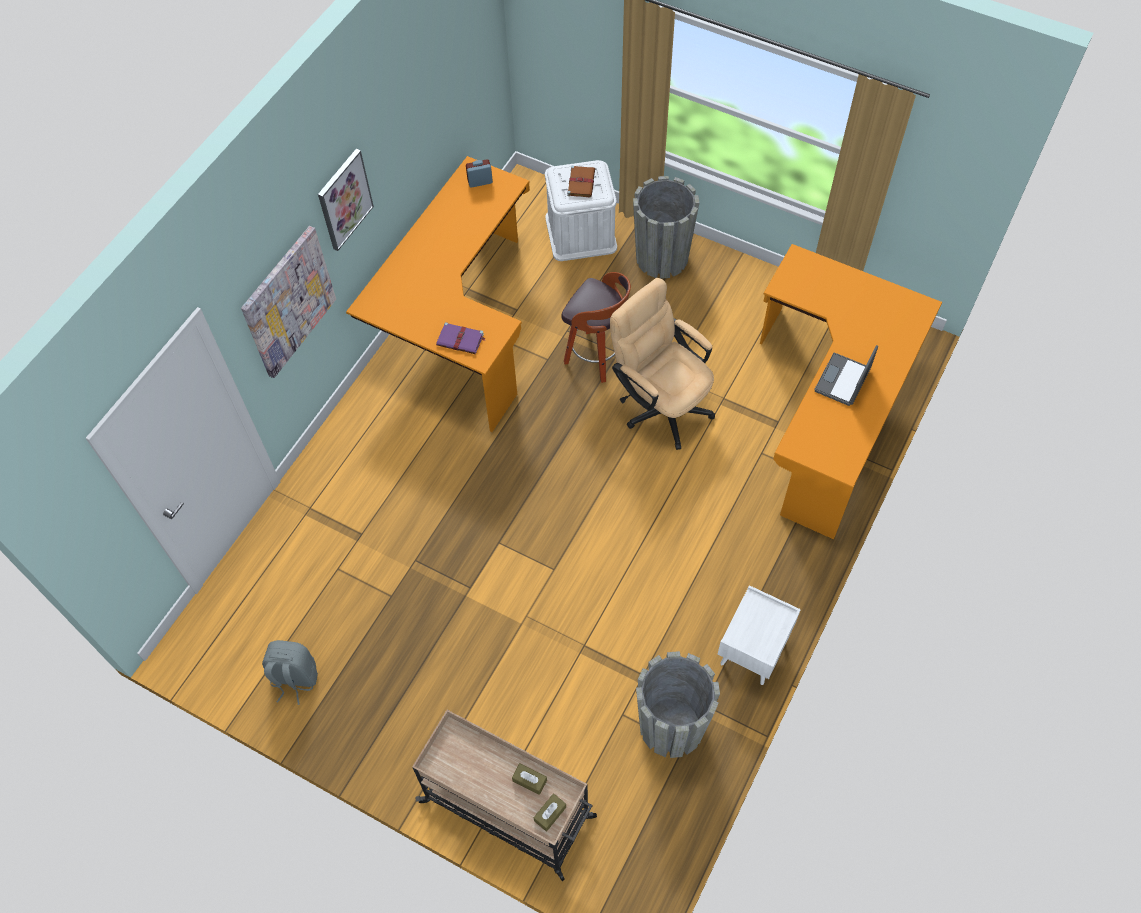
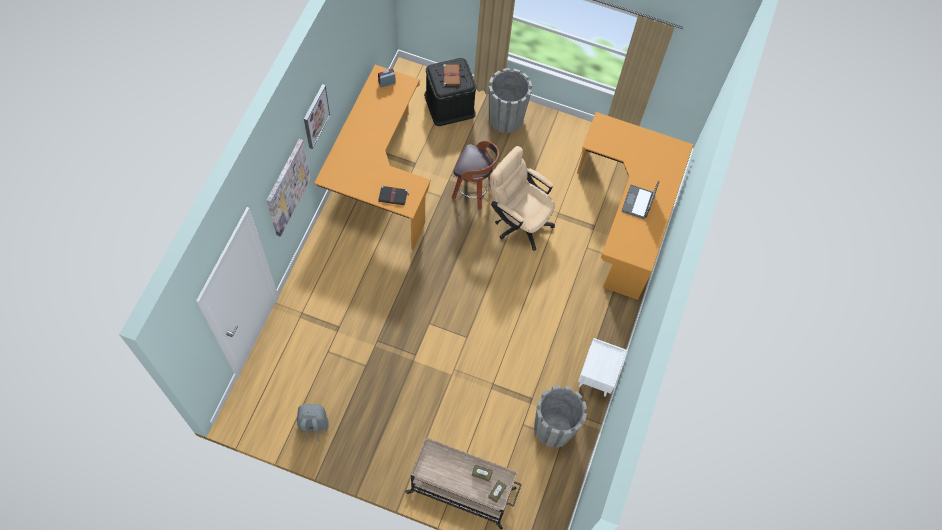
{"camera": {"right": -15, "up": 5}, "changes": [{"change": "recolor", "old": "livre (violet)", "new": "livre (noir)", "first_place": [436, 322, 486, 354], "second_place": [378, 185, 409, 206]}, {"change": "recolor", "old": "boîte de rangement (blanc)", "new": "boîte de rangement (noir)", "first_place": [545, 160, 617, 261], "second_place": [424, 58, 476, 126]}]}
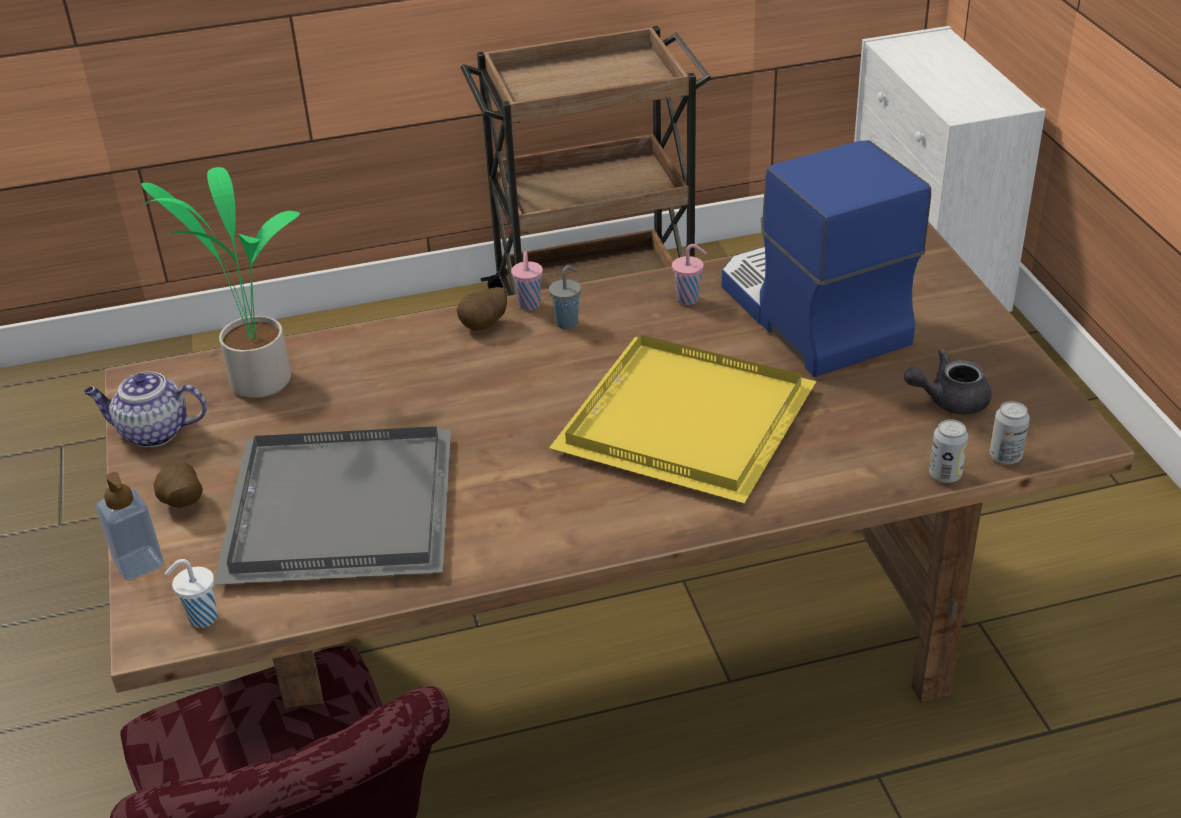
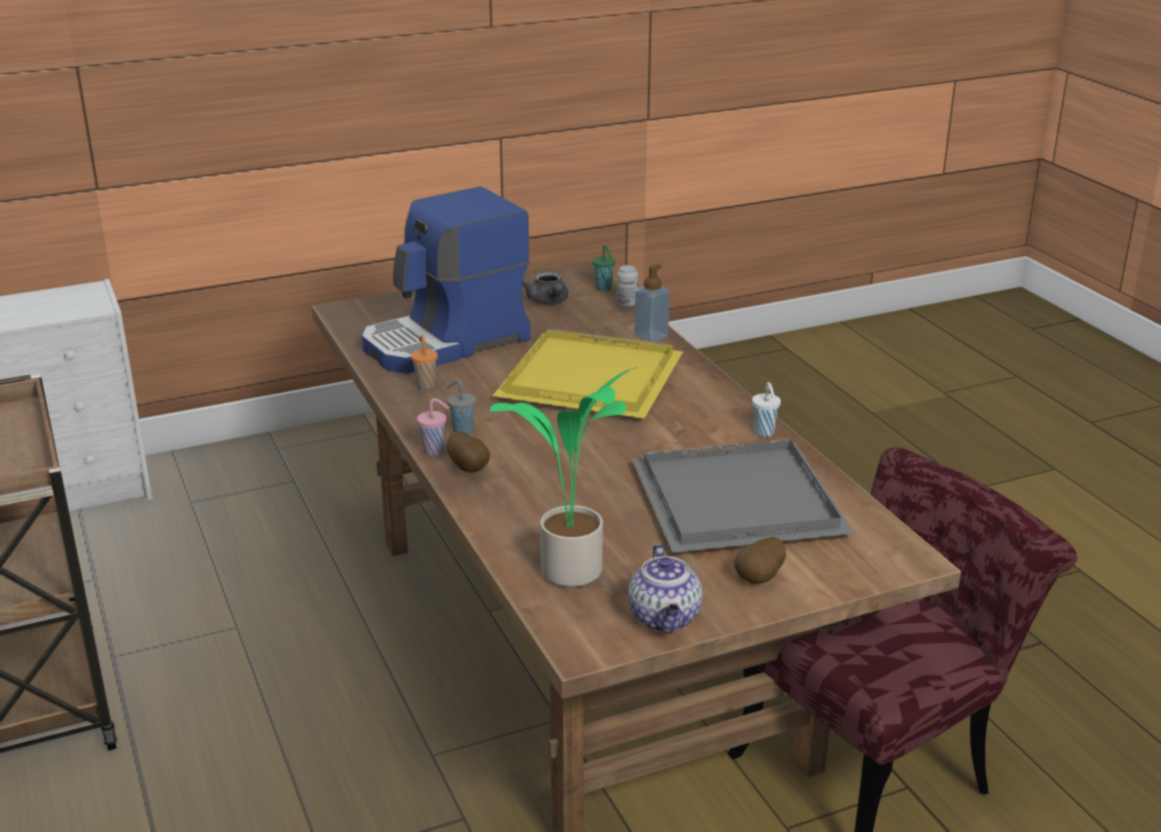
{"camera": {"right": -100, "up": -10}, "changes": [{"change": "recolor", "old": "tasse (rose)", "new": "tasse (orange)", "first_place": [672, 244, 707, 305], "second_place": [411, 335, 438, 390]}, {"change": "replace", "old": "boîte métallique", "new": "tasse (vert)", "first_place": [990, 401, 1030, 464], "second_place": [592, 245, 615, 291]}, {"change": "move", "old": "distributeur de savon", "first_place": [96, 472, 164, 581], "second_place": [634, 264, 670, 342]}, {"change": "move", "old": "tasse (blanc)", "first_place": [165, 559, 217, 628], "second_place": [752, 382, 781, 437]}]}
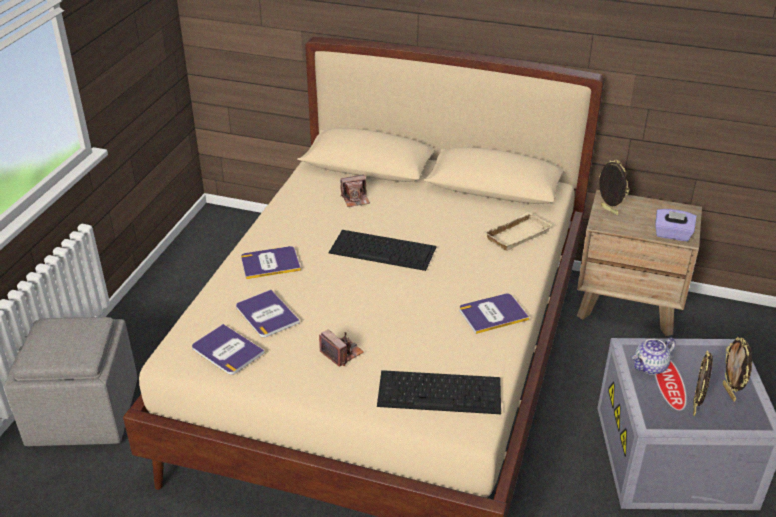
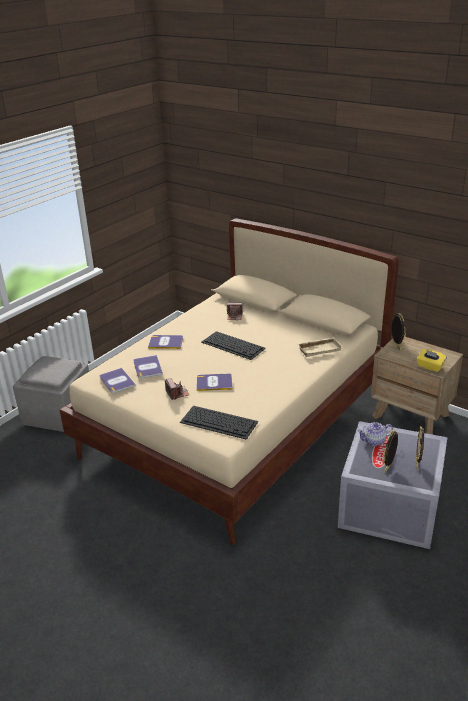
{"camera": {"right": 20, "up": -5}, "changes": [{"change": "move", "old": "livre", "first_place": [459, 294, 529, 334], "second_place": [197, 373, 233, 391]}, {"change": "recolor", "old": "boîte à mouchoirs (violet)", "new": "boîte à mouchoirs (jaune)", "first_place": [655, 209, 696, 241], "second_place": [417, 349, 447, 372]}]}
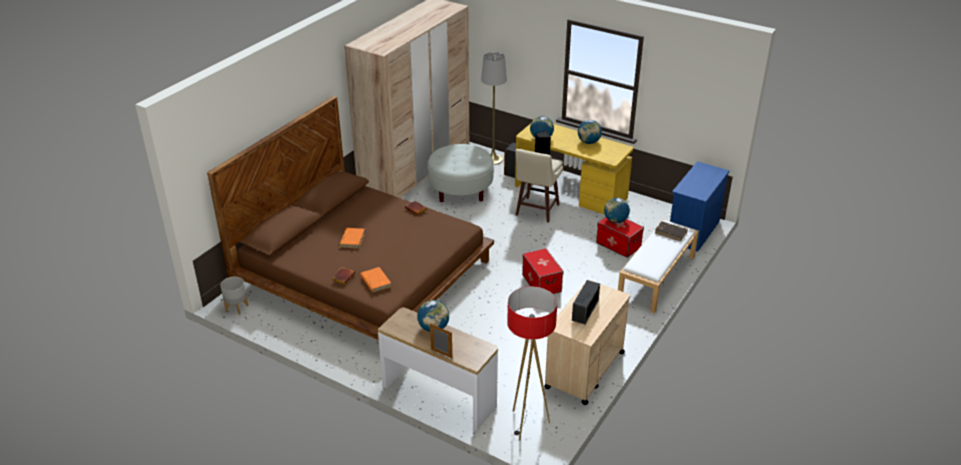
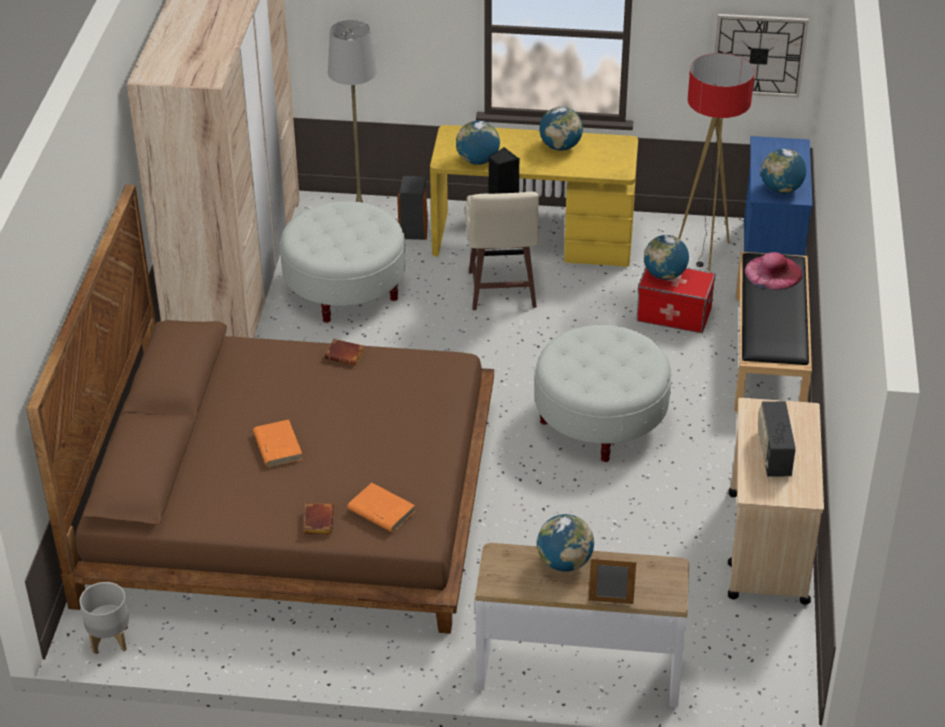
{"camera": {"right": -25, "up": 5}, "changes": [{"change": "replace", "old": "boîte de rangement", "new": "pouf (blanc)", "first_place": [522, 248, 563, 294], "second_place": [535, 325, 672, 462]}, {"change": "move", "old": "lampadaire", "first_place": [507, 286, 557, 441], "second_place": [679, 53, 755, 271]}, {"change": "insert", "new": "horloge murale", "second_place": [712, 14, 809, 98]}, {"change": "recolor", "old": "banc (blanc)", "new": "banc (noir)", "first_place": [618, 219, 699, 313], "second_place": [734, 252, 812, 411]}, {"change": "replace", "old": "livre (marron)", "new": "chapeau (rose)", "first_place": [655, 221, 688, 241], "second_place": [745, 252, 803, 290]}, {"change": "insert", "new": "globe", "second_place": [761, 149, 806, 194]}]}
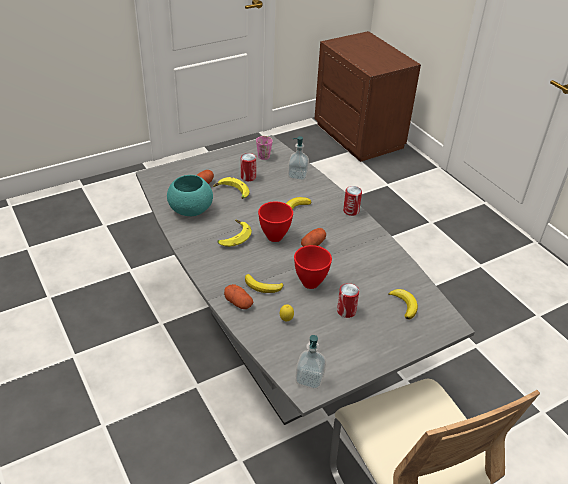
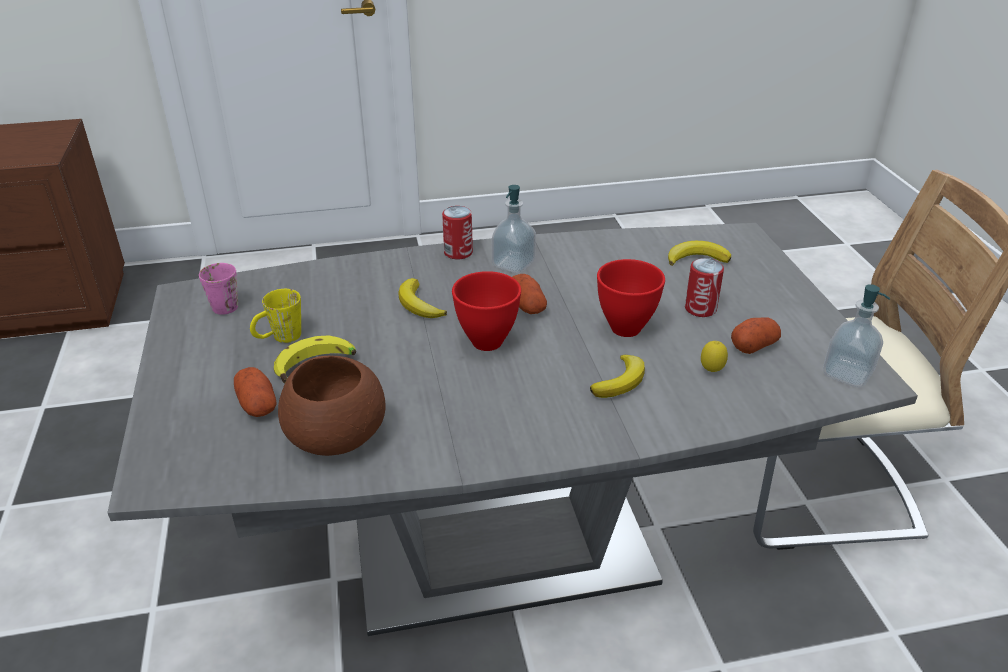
{"camera": {"right": -70, "up": -5}, "changes": [{"change": "replace", "old": "boîte métallique", "new": "mug (jaune)", "first_place": [241, 153, 256, 181], "second_place": [250, 289, 301, 343]}, {"change": "recolor", "old": "bol (turquoise)", "new": "bol (marron)", "first_place": [167, 175, 213, 216], "second_place": [278, 356, 385, 456]}, {"change": "move", "old": "distributeur de savon", "first_place": [288, 136, 309, 180], "second_place": [492, 185, 536, 273]}, {"change": "move", "old": "pomme de terre", "first_place": [224, 284, 253, 309], "second_place": [731, 317, 781, 354]}, {"change": "delete", "old": "banane", "first_place": [217, 220, 252, 247]}]}
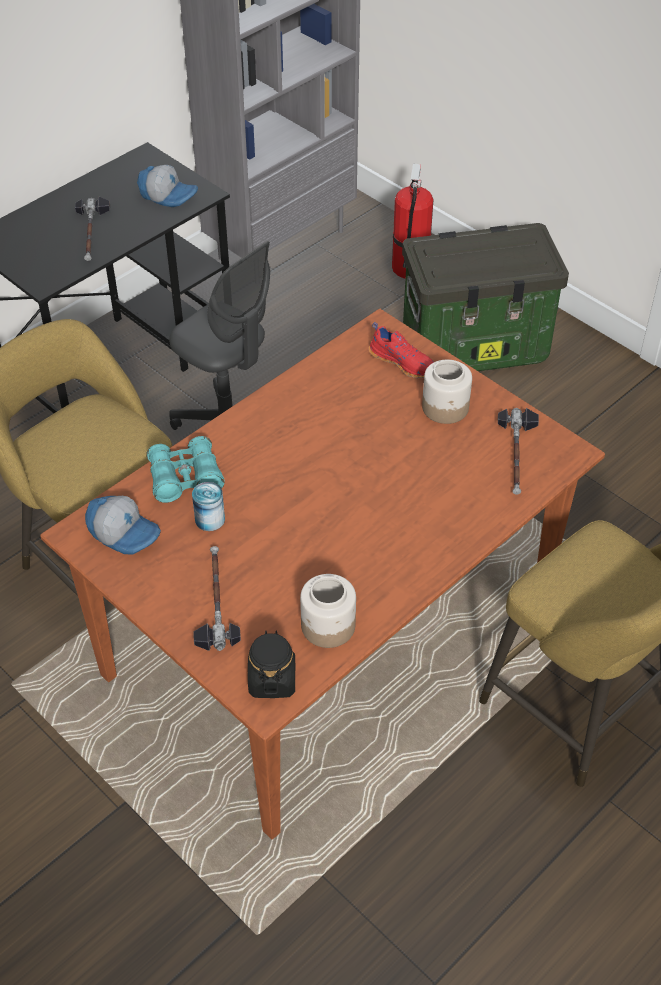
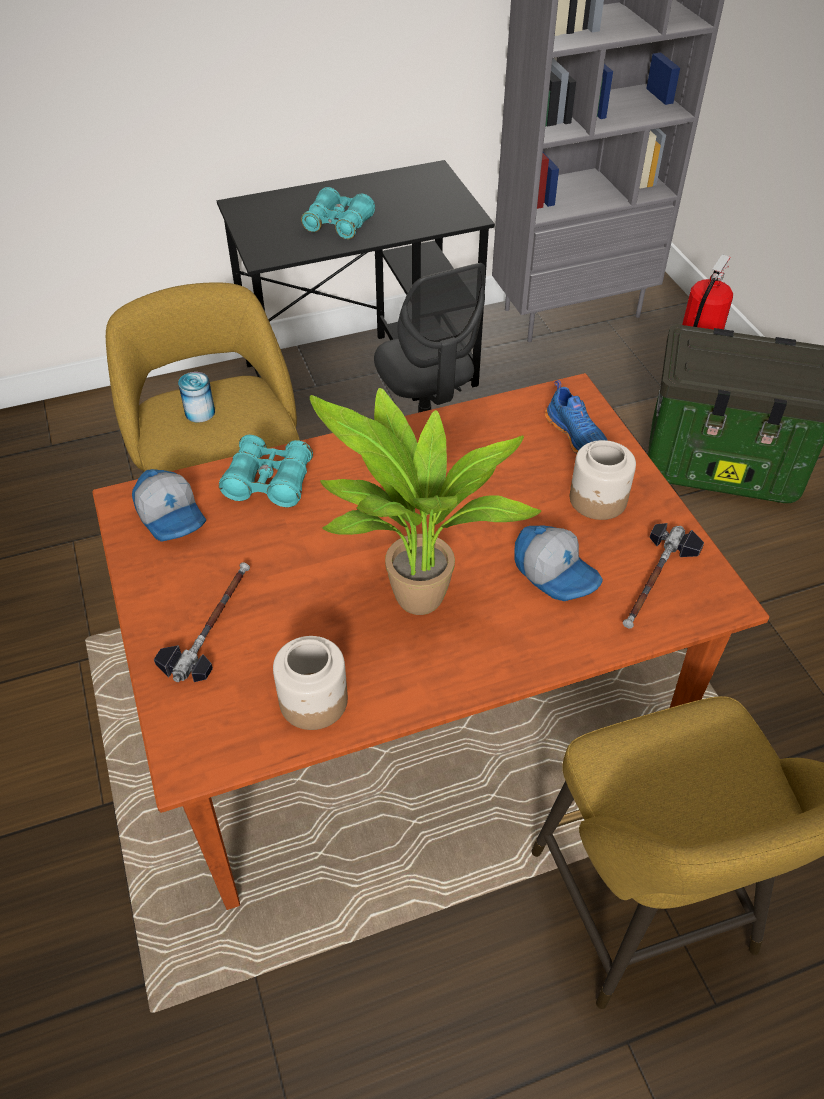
{"camera": {"right": 25, "up": 0}, "changes": [{"change": "move", "old": "boîte métallique", "first_place": [192, 482, 225, 531], "second_place": [178, 372, 215, 423]}, {"change": "replace", "old": "marteau", "new": "jumelles (turquoise)", "first_place": [75, 196, 110, 261], "second_place": [301, 187, 375, 239]}, {"change": "insert", "new": "plante en pot", "second_place": [310, 388, 541, 615]}, {"change": "move", "old": "casquette", "first_place": [137, 165, 198, 207], "second_place": [514, 526, 603, 601]}, {"change": "recolor", "old": "chaussure (rouge)", "new": "chaussure (bleu)", "first_place": [369, 322, 434, 378], "second_place": [545, 380, 608, 453]}, {"change": "delete", "old": "bocal (noir)", "first_place": [248, 631, 295, 698]}]}
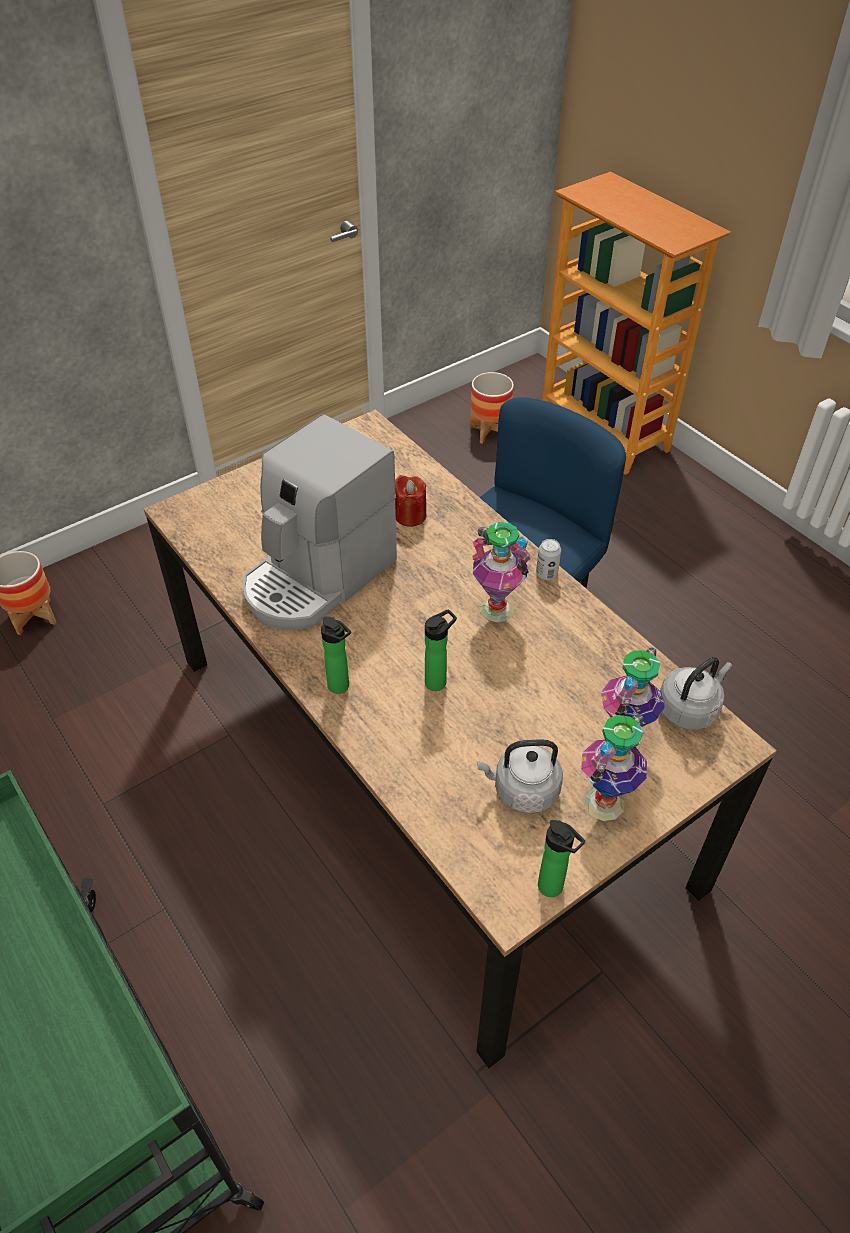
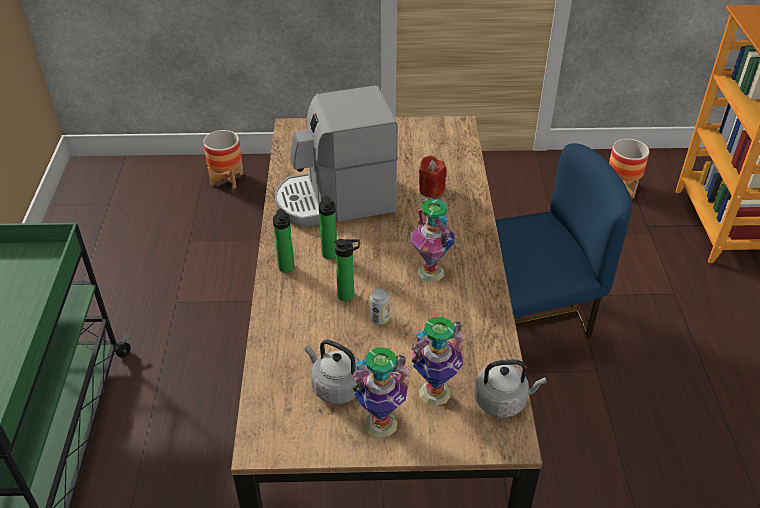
{"camera": {"right": 35, "up": -5}, "changes": [{"change": "move", "old": "bouteille", "first_place": [538, 820, 585, 897], "second_place": [319, 195, 337, 259]}, {"change": "move", "old": "boîte métallique", "first_place": [536, 539, 561, 580], "second_place": [370, 288, 390, 325]}]}
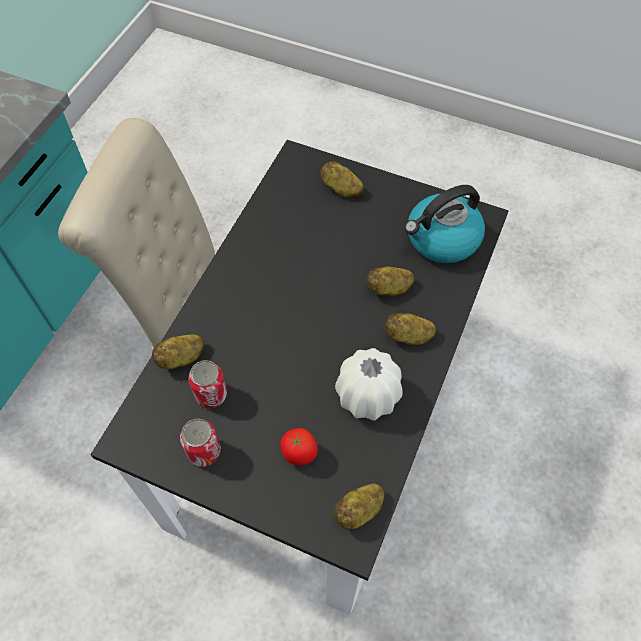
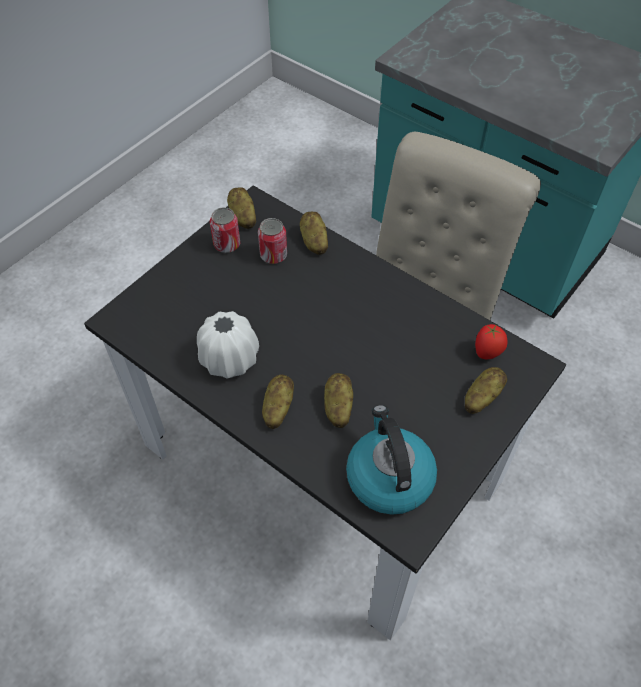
{"camera": {"right": 105, "up": -5}, "changes": [{"change": "move", "old": "pomme de terre", "first_place": [334, 483, 385, 529], "second_place": [227, 187, 256, 229]}, {"change": "move", "old": "tomate", "first_place": [281, 428, 318, 466], "second_place": [475, 324, 508, 359]}]}
